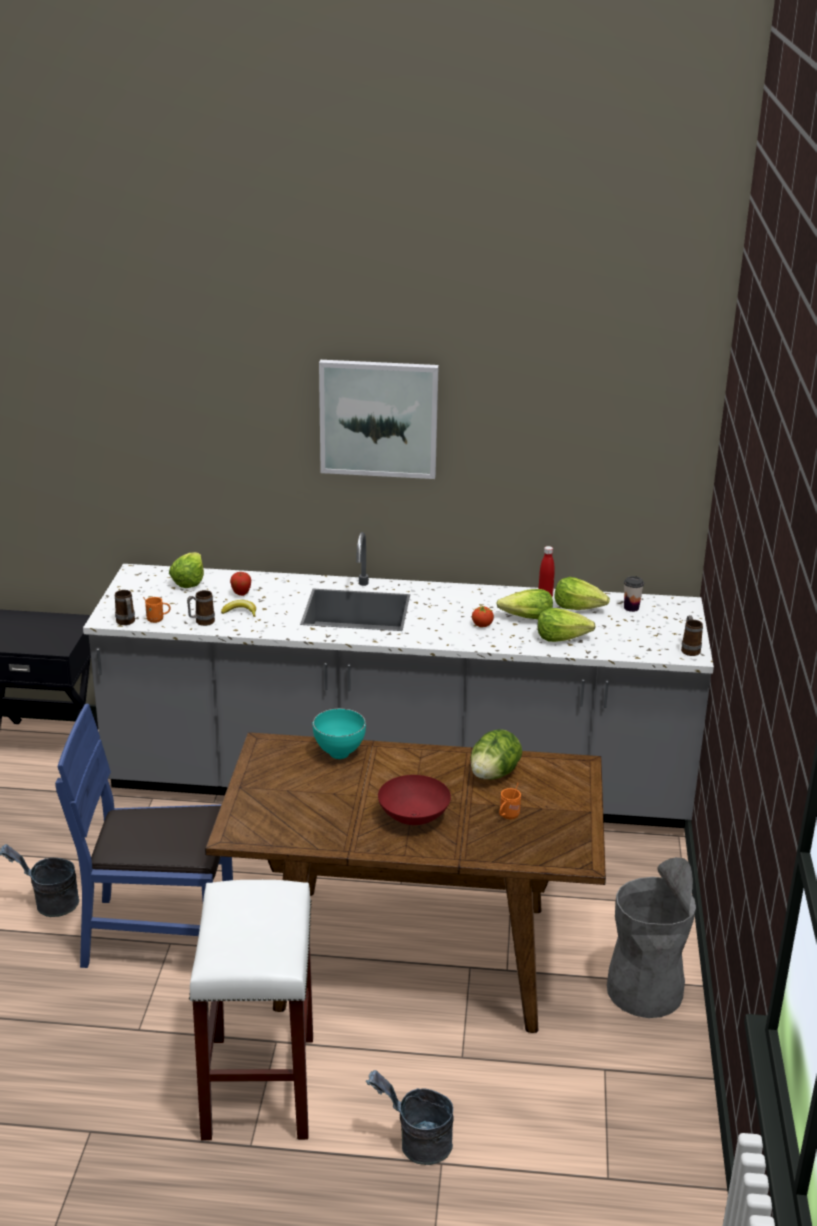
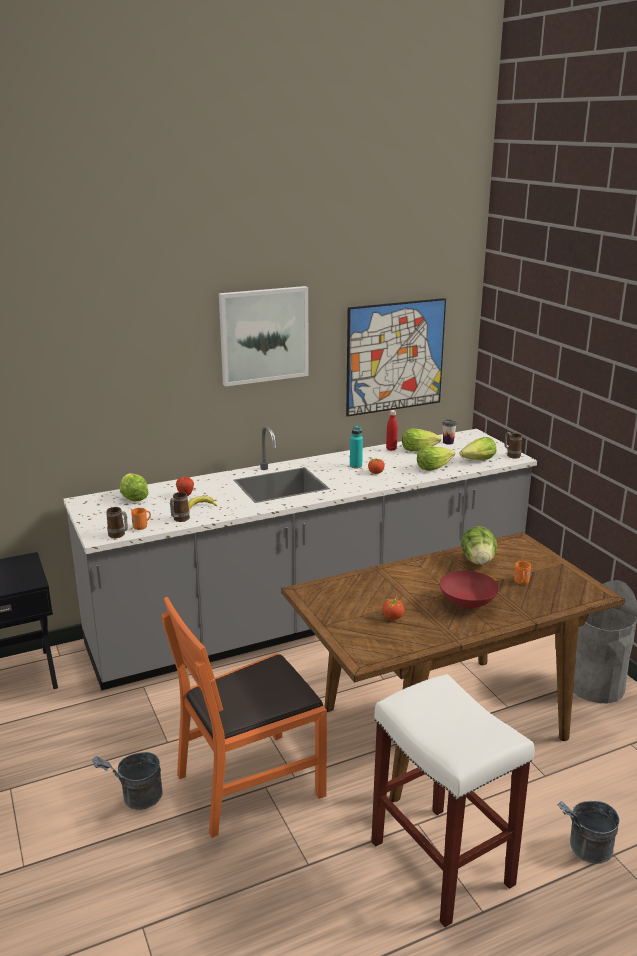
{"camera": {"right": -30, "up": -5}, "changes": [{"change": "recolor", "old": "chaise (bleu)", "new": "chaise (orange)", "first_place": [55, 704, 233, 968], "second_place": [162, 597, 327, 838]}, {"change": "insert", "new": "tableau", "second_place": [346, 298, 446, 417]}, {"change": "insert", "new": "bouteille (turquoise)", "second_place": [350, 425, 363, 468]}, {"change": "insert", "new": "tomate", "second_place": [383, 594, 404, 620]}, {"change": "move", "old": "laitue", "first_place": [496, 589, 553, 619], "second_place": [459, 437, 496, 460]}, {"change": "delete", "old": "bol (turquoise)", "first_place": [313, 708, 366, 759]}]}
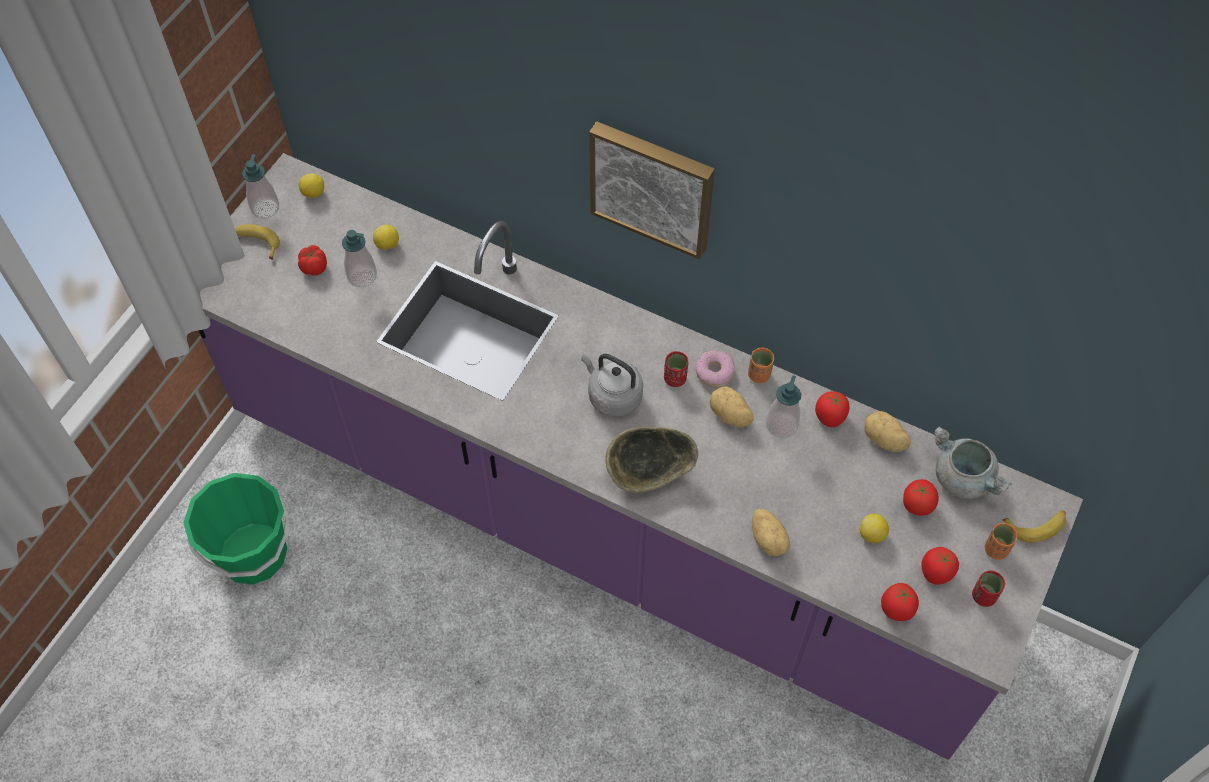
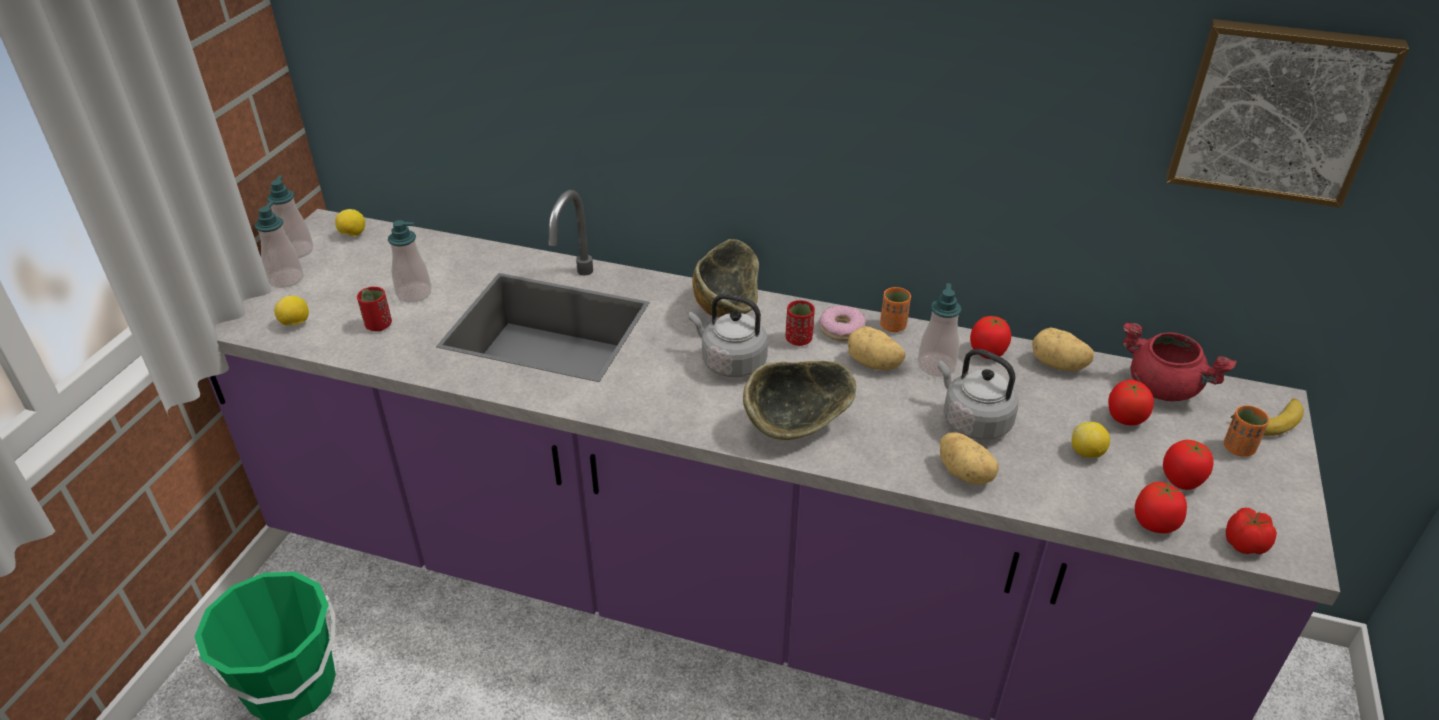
{"camera": {"right": -10, "up": -20}, "changes": [{"change": "replace", "old": "banane", "new": "distributeur de savon", "first_place": [235, 224, 280, 260], "second_place": [255, 202, 303, 288]}, {"change": "move", "old": "citron", "first_place": [373, 225, 399, 250], "second_place": [274, 295, 309, 326]}, {"change": "move", "old": "tasse (rouge)", "first_place": [972, 570, 1006, 607], "second_place": [357, 287, 392, 331]}, {"change": "insert", "new": "bol", "second_place": [692, 239, 759, 317]}, {"change": "insert", "new": "bouilloire (gris)", "second_place": [938, 349, 1019, 440]}, {"change": "recolor", "old": "marmite (gris)", "new": "marmite (rouge)", "first_place": [934, 427, 1012, 499], "second_place": [1123, 323, 1237, 401]}, {"change": "move", "old": "tableau", "first_place": [589, 121, 715, 260], "second_place": [1166, 19, 1409, 208]}, {"change": "move", "old": "tomate", "first_place": [298, 245, 327, 276], "second_place": [1226, 508, 1277, 554]}]}
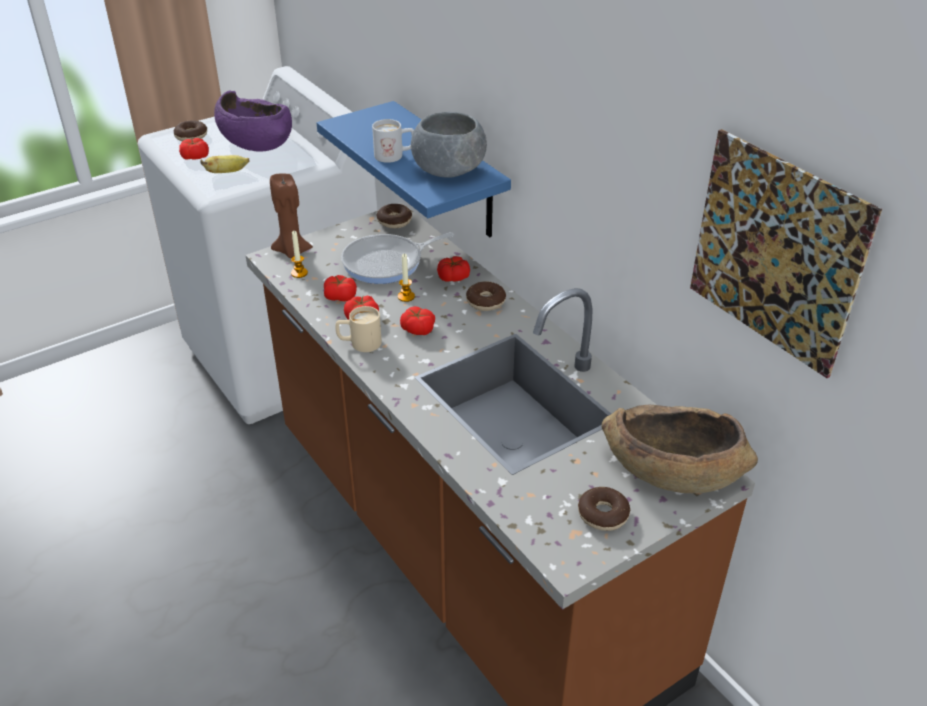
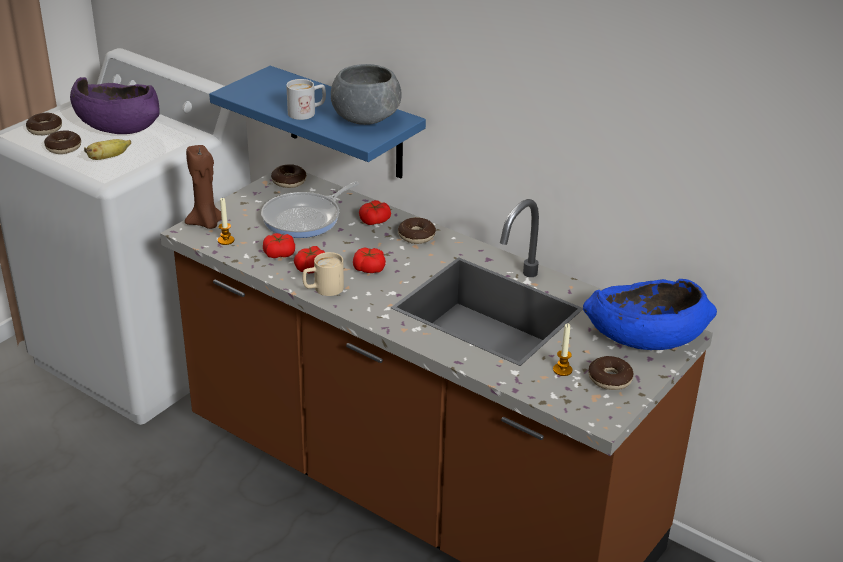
{"camera": {"right": -20, "up": -5}, "changes": [{"change": "replace", "old": "tomate", "new": "beignet", "first_place": [179, 138, 209, 160], "second_place": [44, 131, 81, 154]}, {"change": "move", "old": "bougie", "first_place": [398, 254, 415, 302], "second_place": [553, 324, 572, 376]}, {"change": "recolor", "old": "bol (marron)", "new": "bol (bleu)", "first_place": [602, 404, 758, 493], "second_place": [583, 279, 717, 350]}, {"change": "delete", "old": "tableau", "first_place": [690, 129, 882, 378]}]}
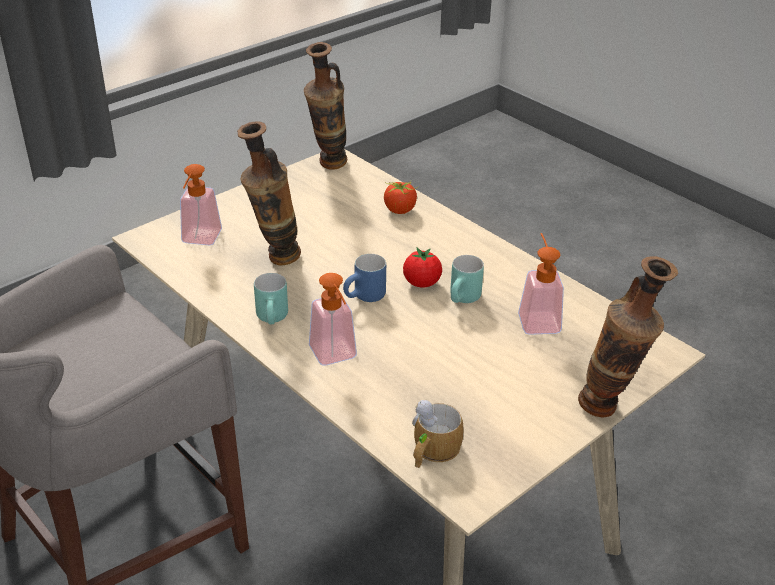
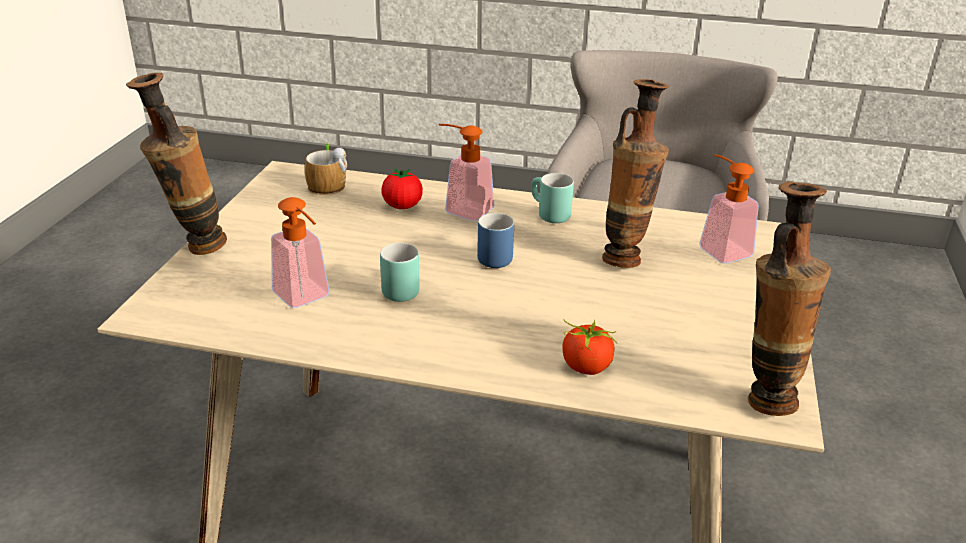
{"camera": {"right": 145, "up": -5}, "changes": [{"change": "move", "old": "tomate", "first_place": [403, 247, 442, 288], "second_place": [381, 168, 423, 209]}]}
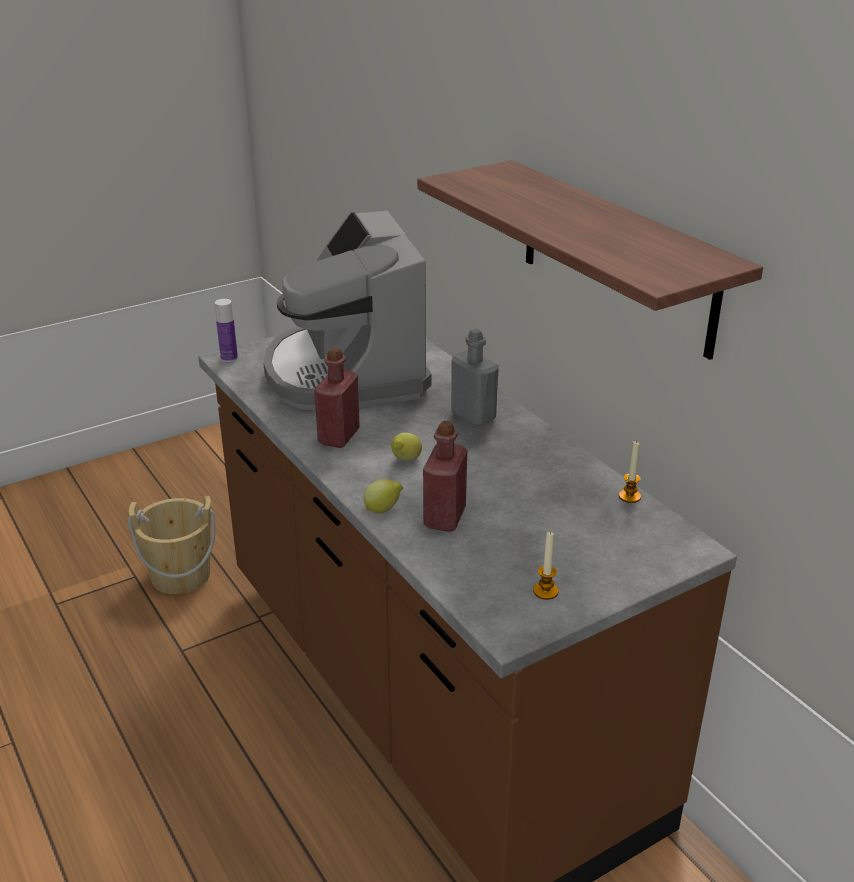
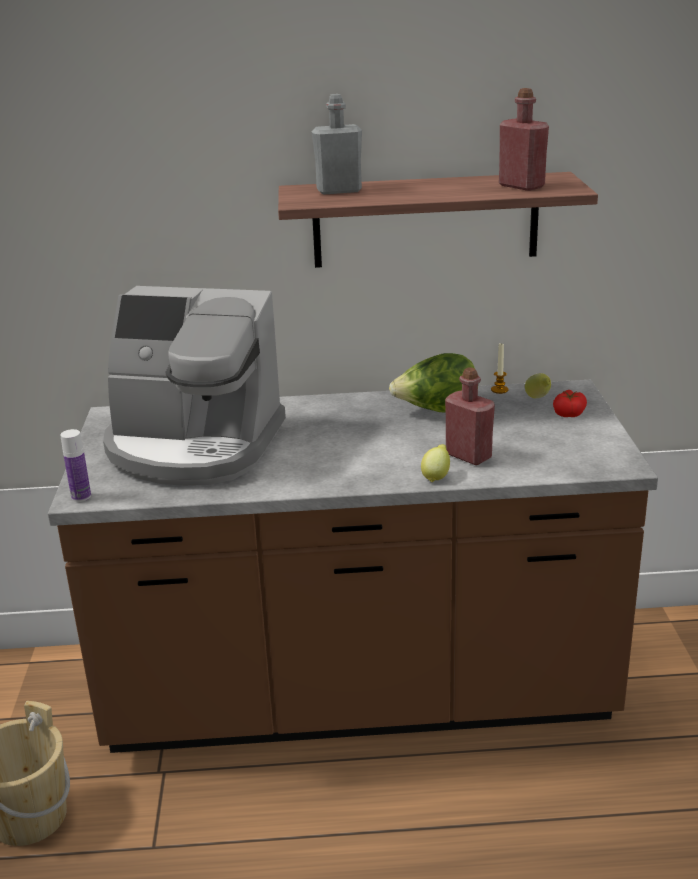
{"camera": {"right": -60, "up": -5}, "changes": [{"change": "move", "old": "bouteille (gris)", "first_place": [451, 328, 499, 426], "second_place": [312, 94, 362, 195]}, {"change": "insert", "new": "laitue", "second_place": [389, 353, 475, 412]}, {"change": "move", "old": "bouteille (rouge)", "first_place": [314, 347, 360, 448], "second_place": [499, 88, 549, 191]}, {"change": "move", "old": "citron", "first_place": [391, 433, 422, 461], "second_place": [525, 373, 551, 398]}, {"change": "insert", "new": "tomate", "second_place": [553, 390, 587, 417]}, {"change": "delete", "old": "bougie", "first_place": [533, 531, 559, 600]}]}
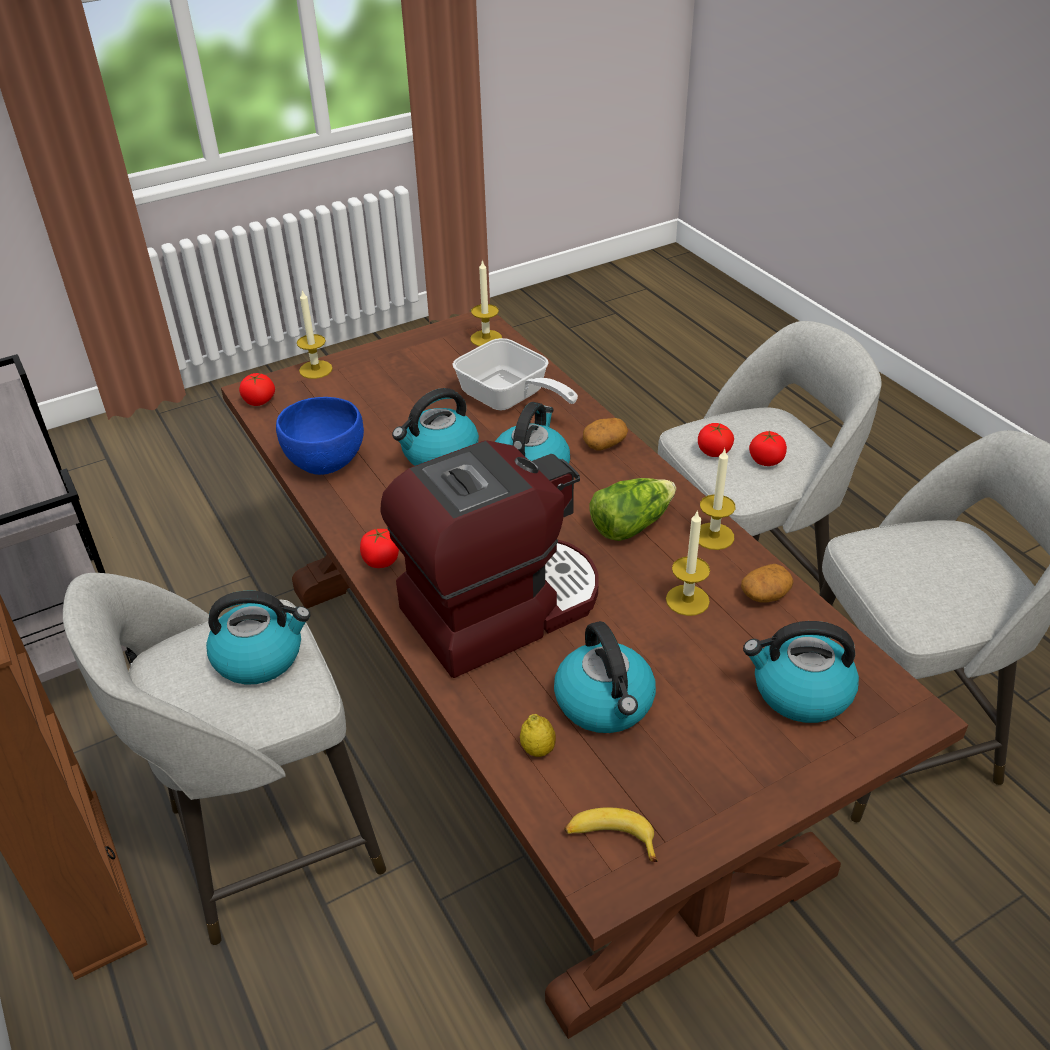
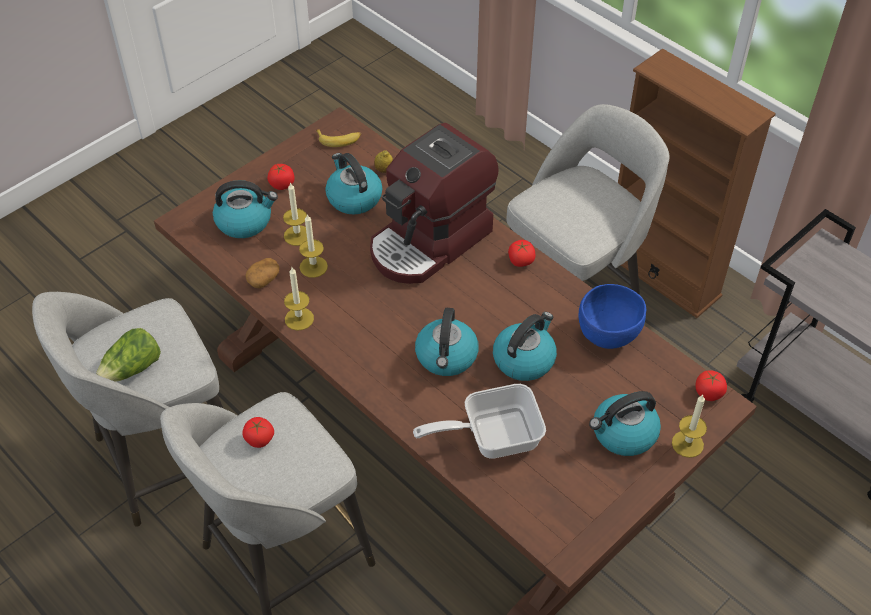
{"camera": {"right": 165, "up": 10}, "changes": [{"change": "move", "old": "laitue", "first_place": [589, 478, 676, 541], "second_place": [96, 328, 161, 382]}, {"change": "move", "old": "tomate", "first_place": [698, 423, 734, 457], "second_place": [267, 164, 295, 190]}, {"change": "move", "old": "bougie", "first_place": [471, 260, 502, 346], "second_place": [283, 182, 307, 246]}, {"change": "rotate", "old": "poêle", "first_place": [453, 338, 578, 410], "second_place": [413, 384, 546, 459], "degrees": -45}, {"change": "move", "old": "bouilloire", "first_place": [206, 590, 311, 684], "second_place": [589, 391, 661, 456]}, {"change": "delete", "old": "pomme de terre", "first_place": [583, 418, 628, 450]}]}
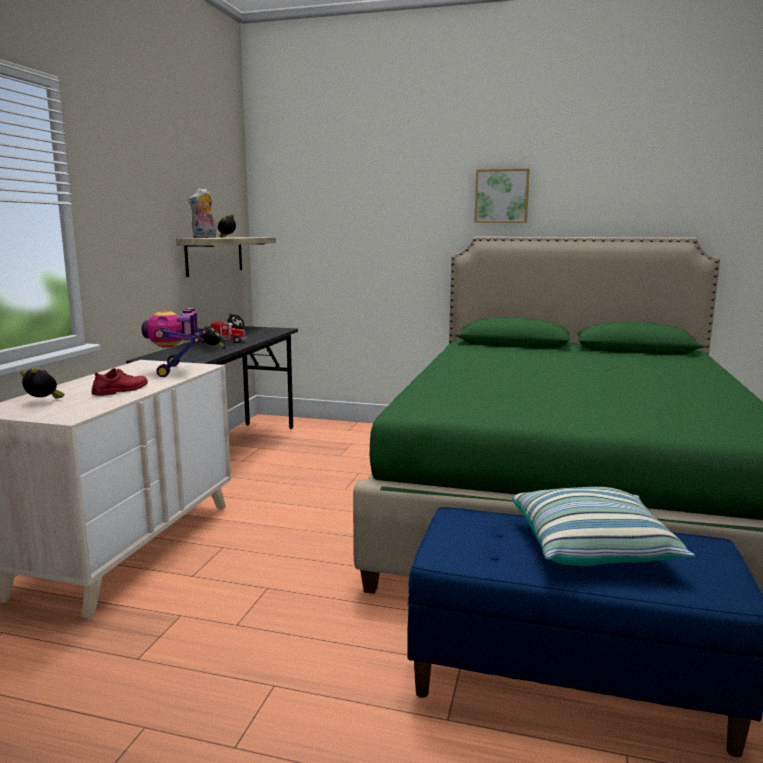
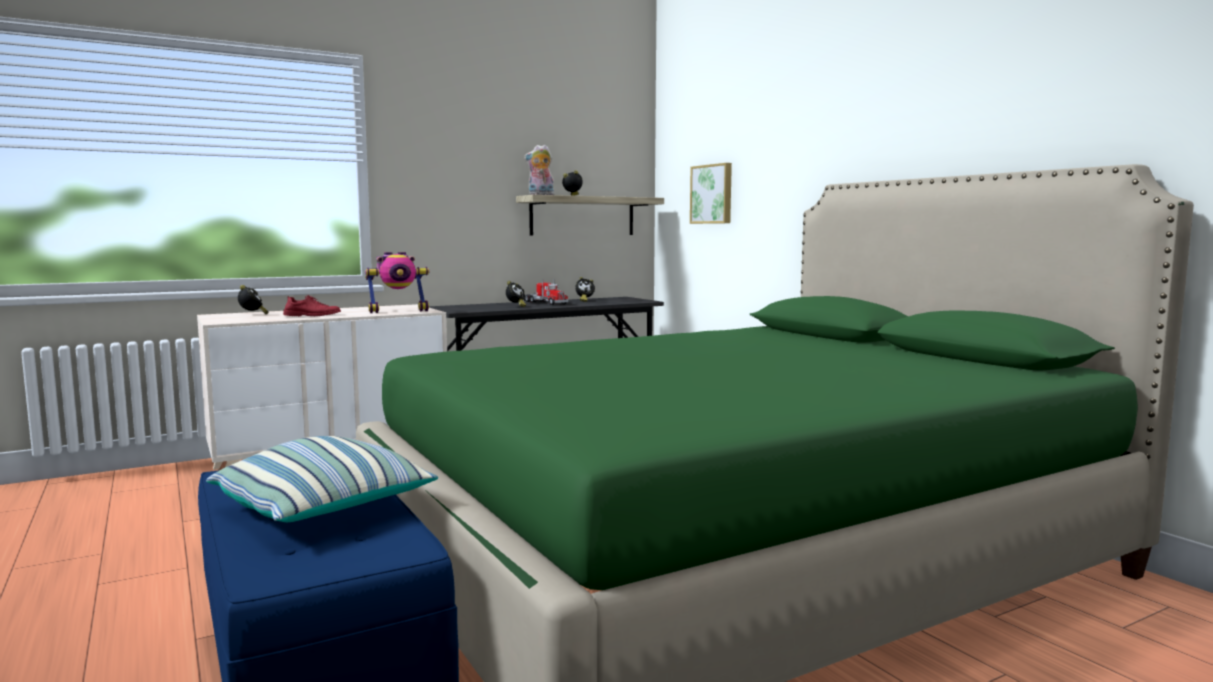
{"camera": {"right": 45, "up": -5}, "changes": [{"change": "rotate", "old": "robot jouet", "first_place": [141, 308, 208, 377], "second_place": [365, 252, 430, 313], "degrees": -150}, {"change": "move", "old": "tableau", "first_place": [474, 168, 530, 223], "second_place": [690, 163, 732, 224]}]}
